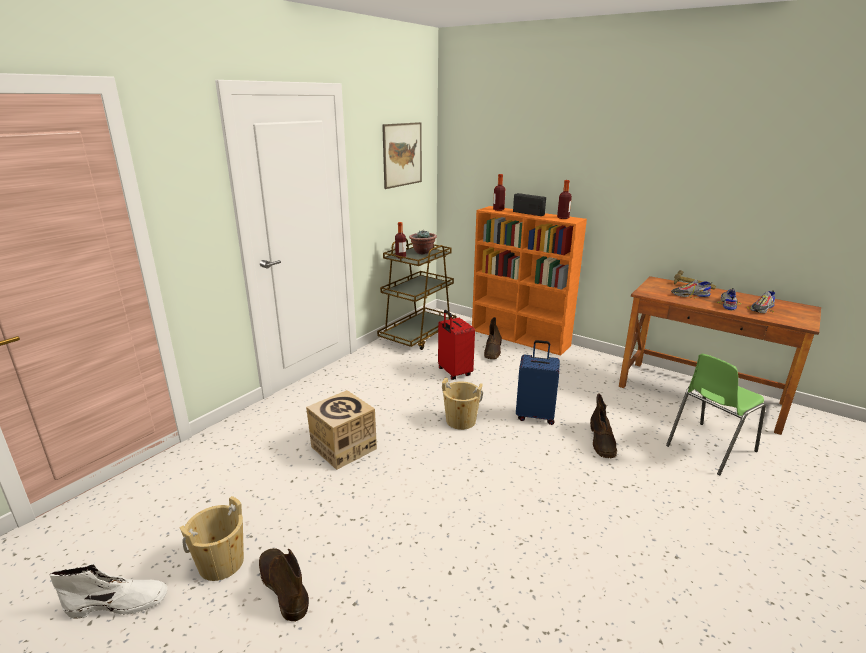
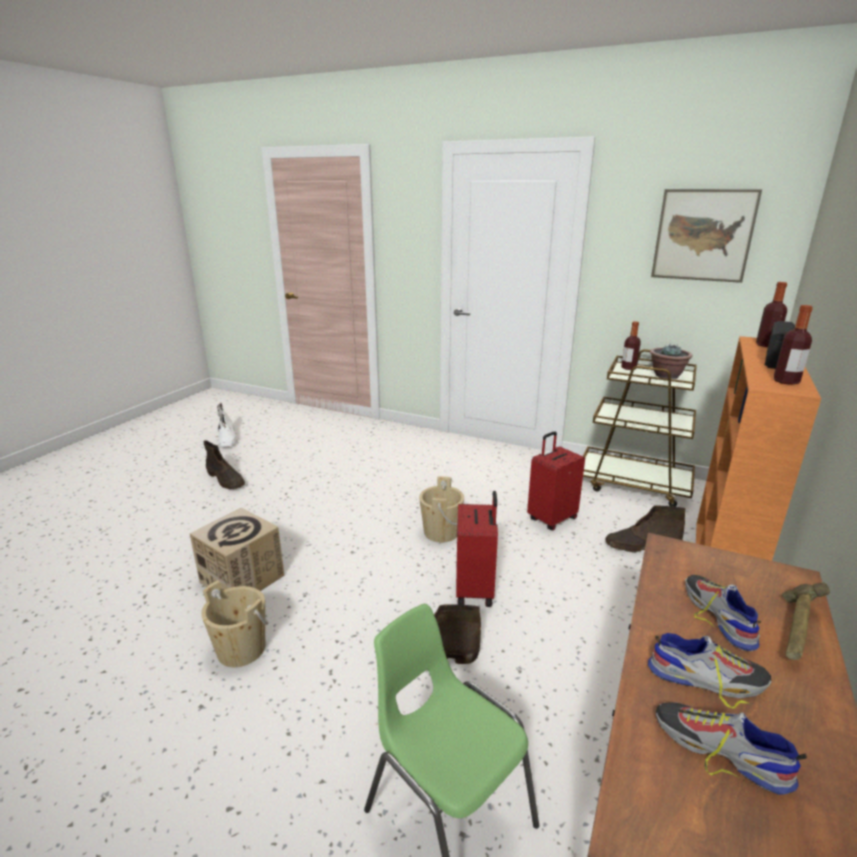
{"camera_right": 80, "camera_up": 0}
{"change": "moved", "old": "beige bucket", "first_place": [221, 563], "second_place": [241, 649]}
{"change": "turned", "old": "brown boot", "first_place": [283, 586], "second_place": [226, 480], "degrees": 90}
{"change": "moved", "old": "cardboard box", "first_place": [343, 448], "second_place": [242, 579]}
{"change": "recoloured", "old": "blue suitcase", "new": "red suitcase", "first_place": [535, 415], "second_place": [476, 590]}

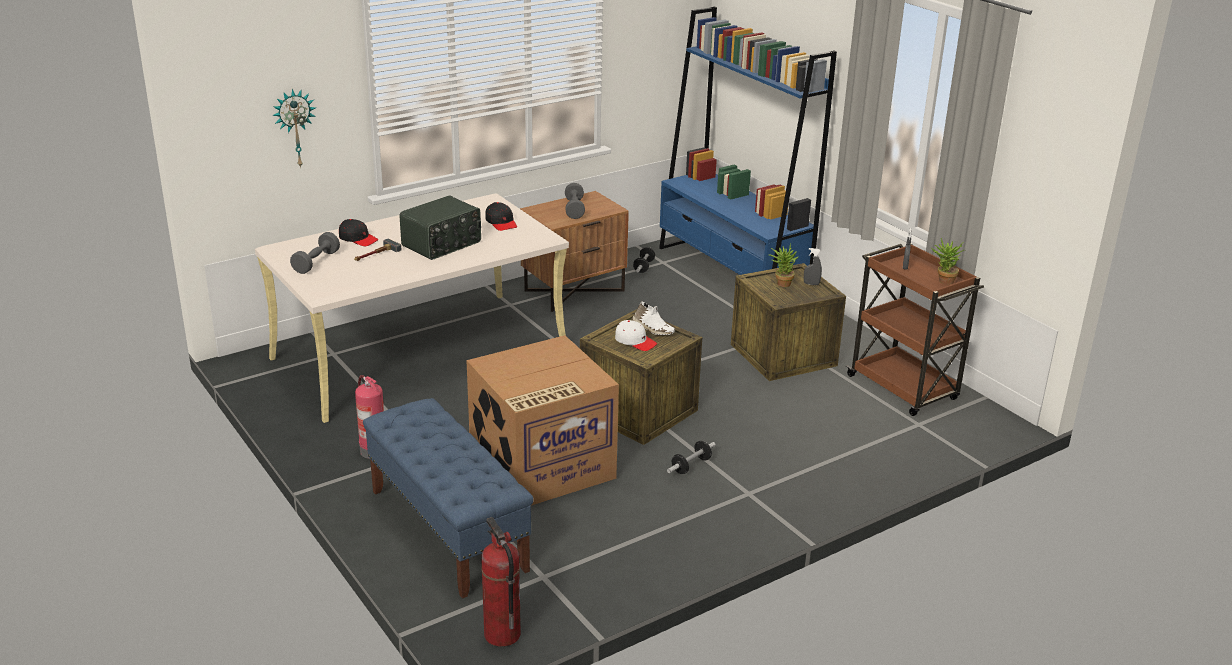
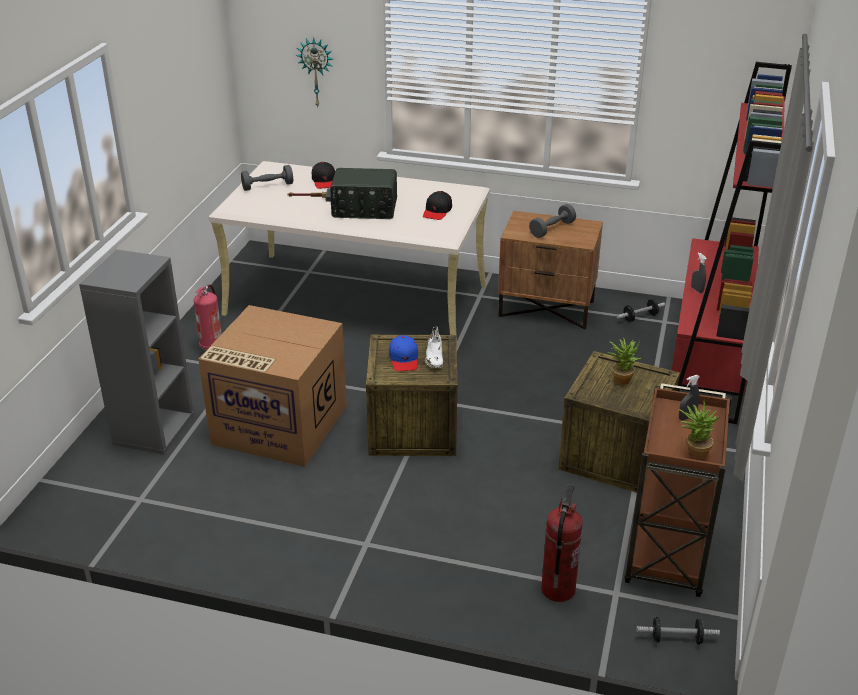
{"camera_right": 50, "camera_up": 5}
{"change": "replaced", "old": "blue bench", "new": "grey bookcase", "first_place": [447, 529], "second_place": [153, 429]}
{"change": "moved", "old": "fire extinguisher", "first_place": [502, 634], "second_place": [558, 590]}
{"change": "recoloured", "old": "white cap", "new": "blue cap", "first_place": [635, 341], "second_place": [404, 359]}
{"change": "recoloured", "old": "blue bookcase", "new": "red bookcase", "first_place": [732, 273], "second_place": [708, 362]}
{"change": "moved", "old": "dumbbell", "first_place": [691, 466], "second_place": [676, 639]}
{"change": "moved", "old": "grey spray bottle", "first_place": [811, 284], "second_place": [697, 290]}

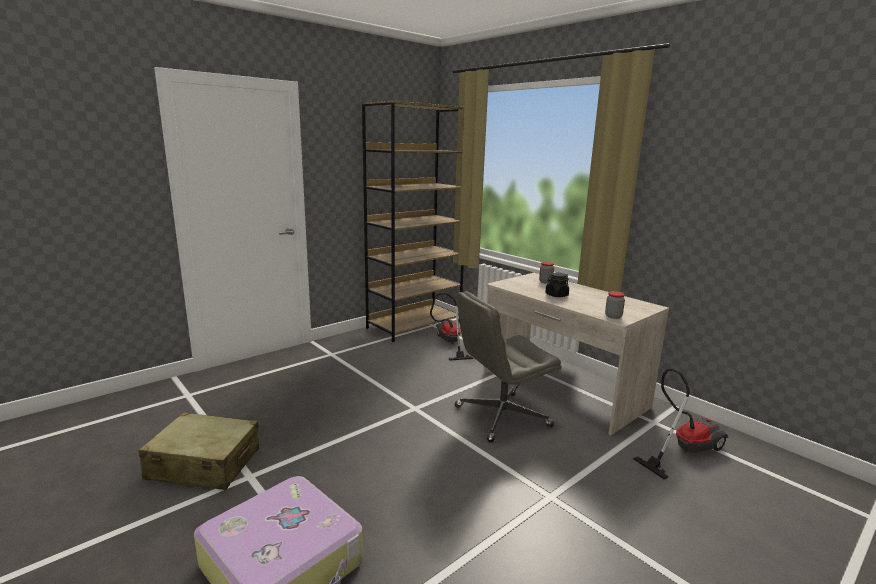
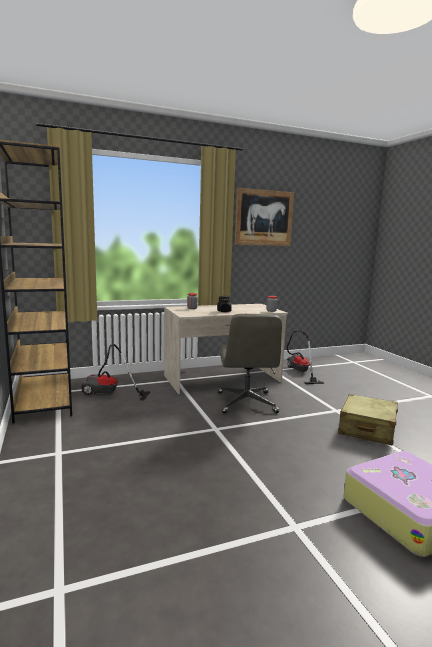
{"camera_right": -70, "camera_up": -5}
{"change": "moved", "old": "beige suitcase", "first_place": [204, 464], "second_place": [367, 429]}
{"change": "added", "new": "picture", "second_place": [264, 218]}

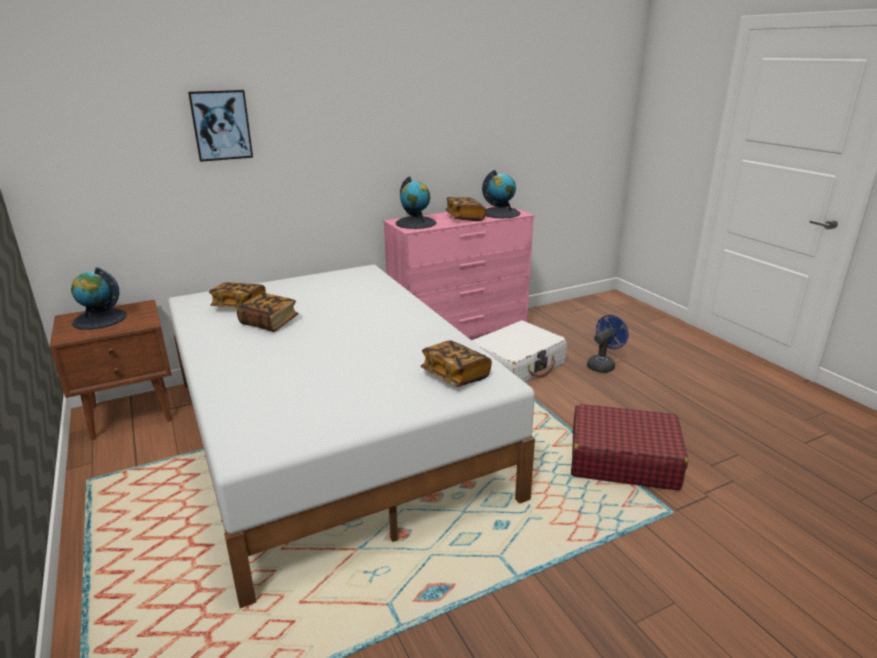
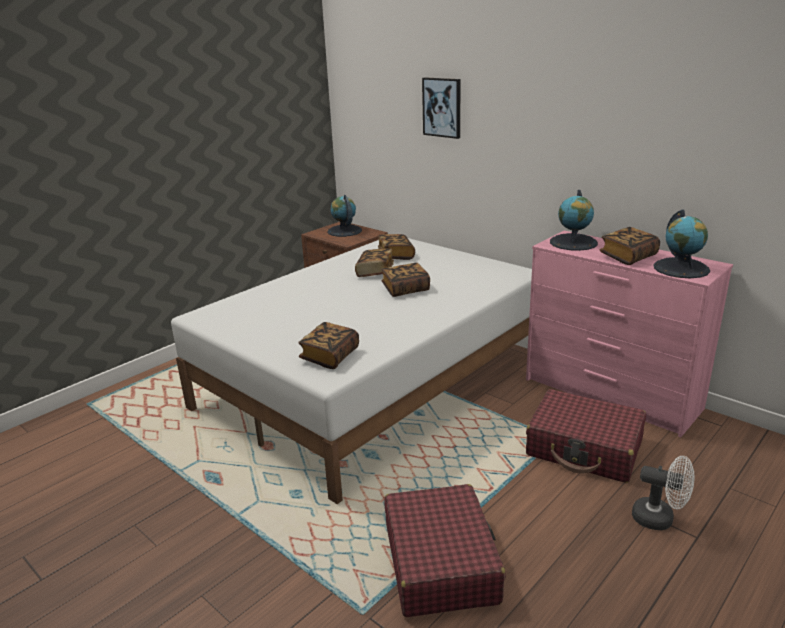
{"camera_right": 70, "camera_up": 0}
{"change": "recoloured", "old": "white suitcase", "new": "red suitcase", "first_place": [517, 365], "second_place": [584, 448]}
{"change": "recoloured", "old": "blue fan", "new": "white fan", "first_place": [603, 365], "second_place": [659, 519]}
{"change": "added", "new": "book", "second_place": [405, 289]}

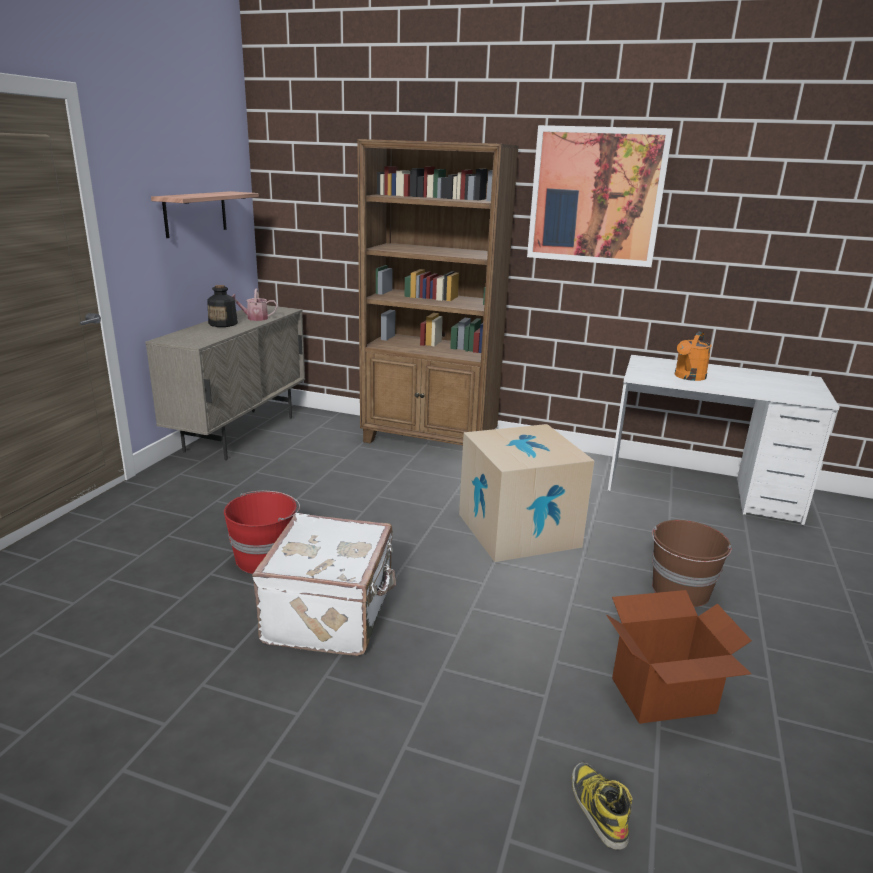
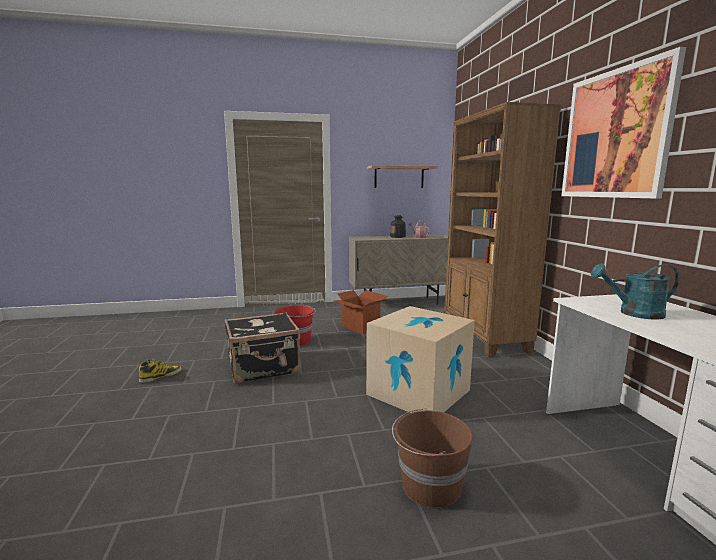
{"camera_right": 60, "camera_up": -10}
{"change": "recoloured", "old": "white suitcase", "new": "black suitcase", "first_place": [332, 615], "second_place": [264, 368]}
{"change": "moved", "old": "boot", "first_place": [597, 808], "second_place": [161, 376]}
{"change": "moved", "old": "cardboard box", "first_place": [664, 697], "second_place": [360, 327]}
{"change": "recoloured", "old": "orange watering can", "new": "turquoise watering can", "first_place": [688, 377], "second_place": [634, 313]}

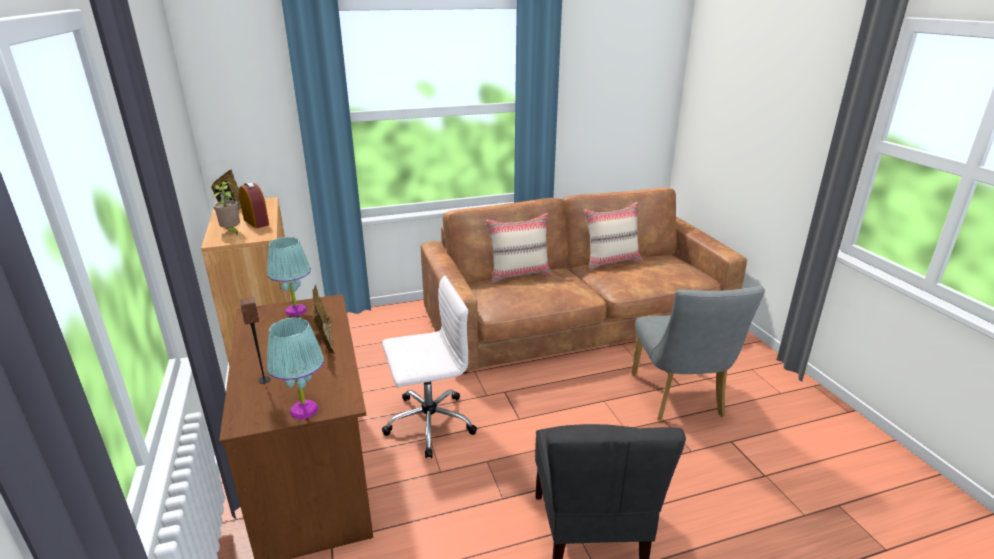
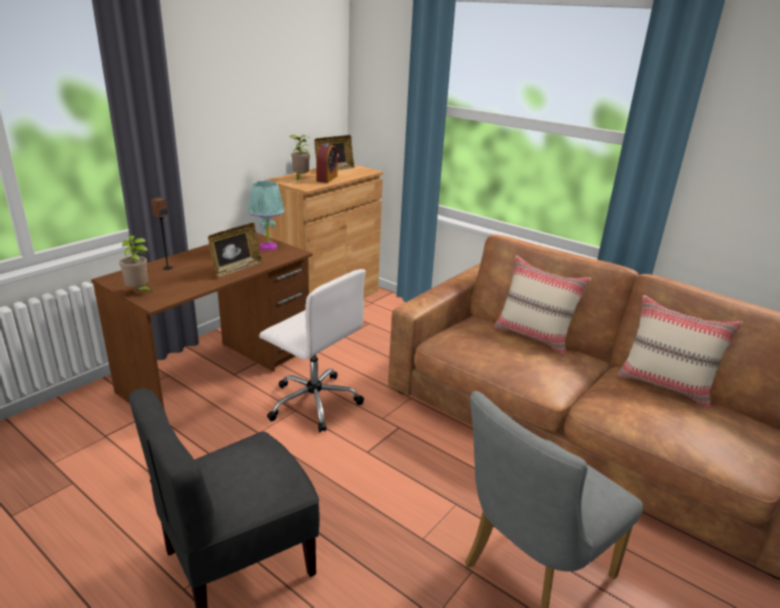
{"camera_right": 55, "camera_up": 0}
{"change": "replaced", "old": "turquoise table lamp", "new": "potted plant", "first_place": [304, 410], "second_place": [139, 291]}

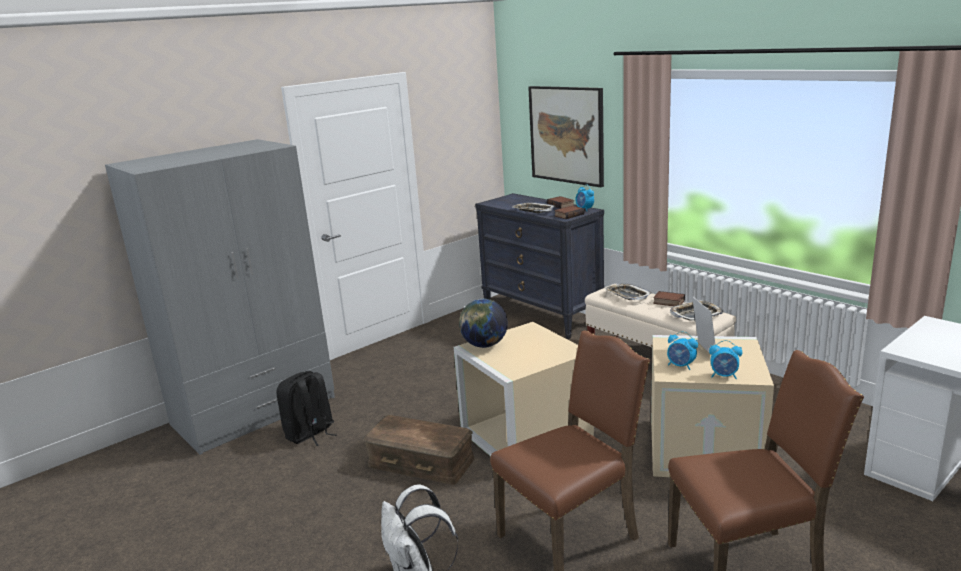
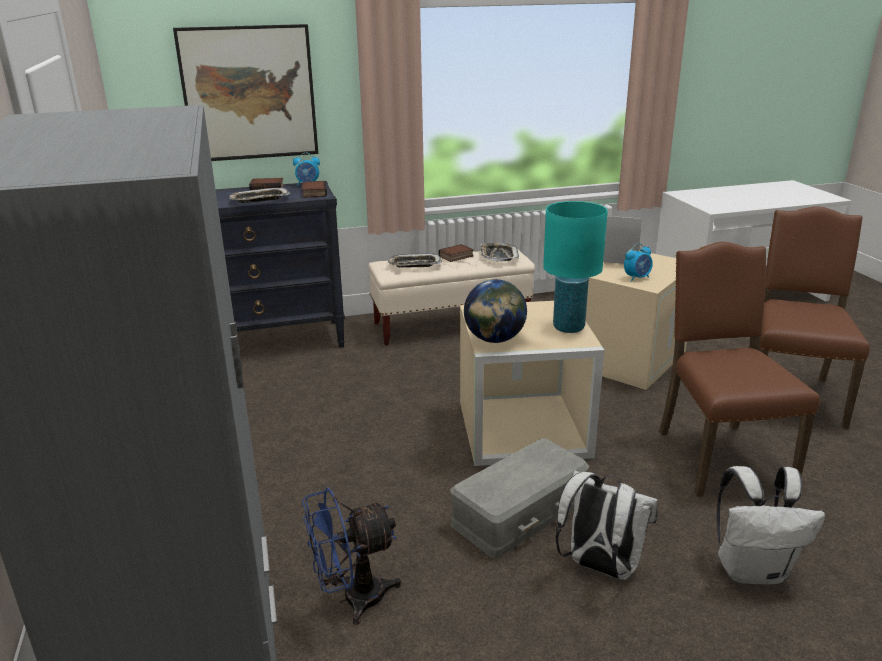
{"camera_right": -65, "camera_up": 5}
{"change": "replaced", "old": "black backpack", "new": "blue fan", "first_place": [310, 434], "second_place": [352, 599]}
{"change": "recoloured", "old": "brown storage box", "new": "grey storage box", "first_place": [420, 462], "second_place": [520, 512]}
{"change": "removed", "old": "alarm clock", "first_place": [724, 376]}
{"change": "added", "new": "turquoise table lamp", "second_place": [568, 327]}
{"change": "added", "new": "white backpack", "second_place": [599, 567]}

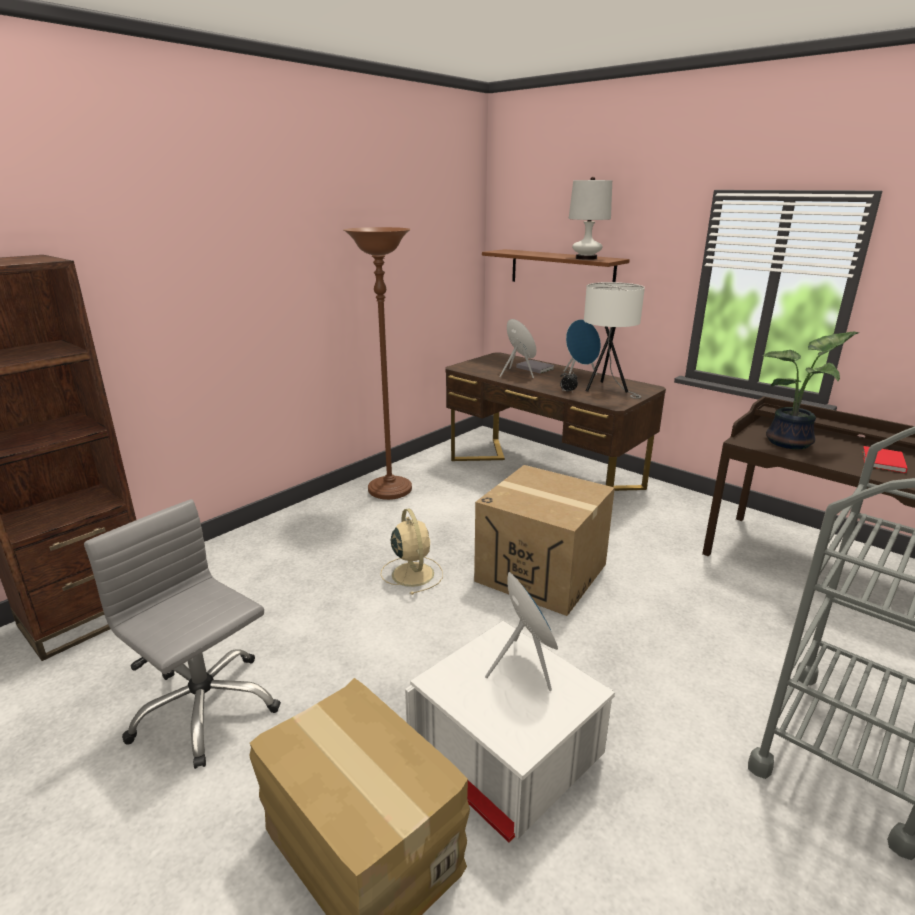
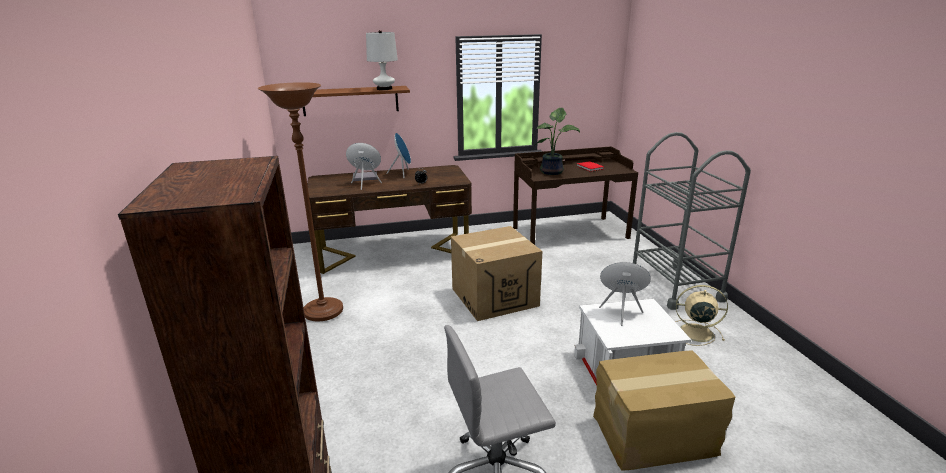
{"camera_right": -55, "camera_up": 0}
{"change": "moved", "old": "beige fan", "first_place": [412, 573], "second_place": [694, 332]}
{"change": "removed", "old": "white table lamp", "first_place": [607, 390]}

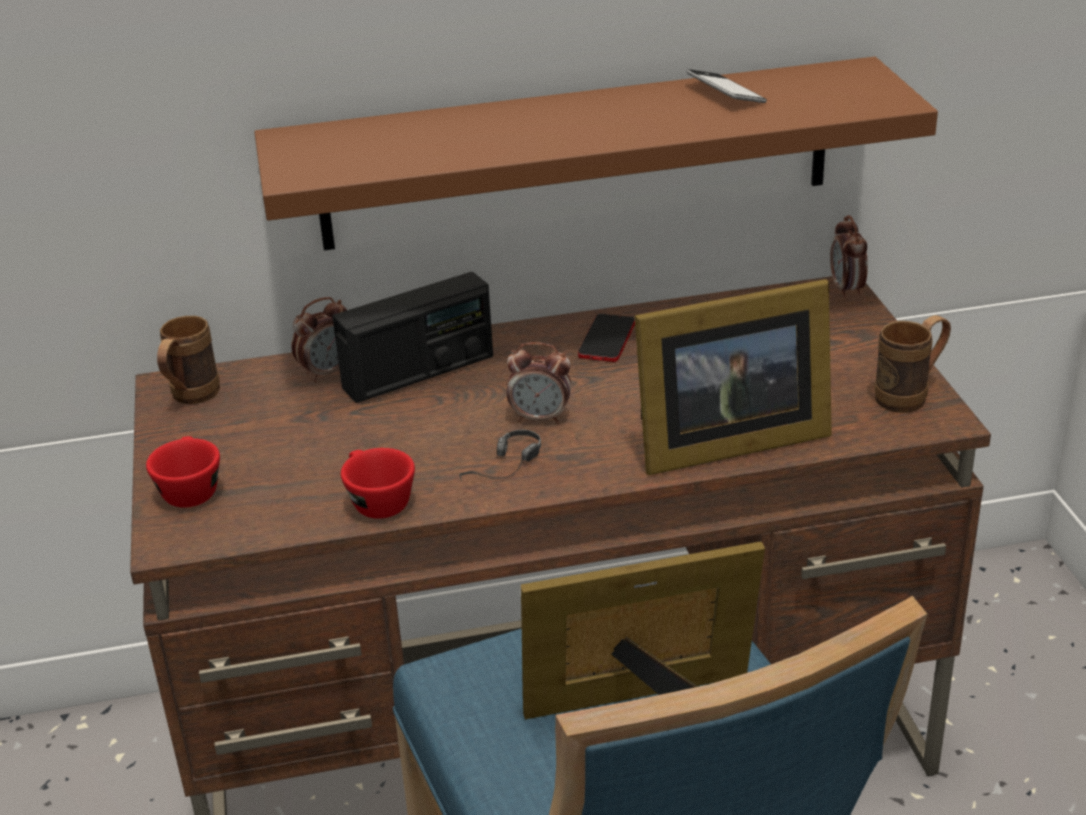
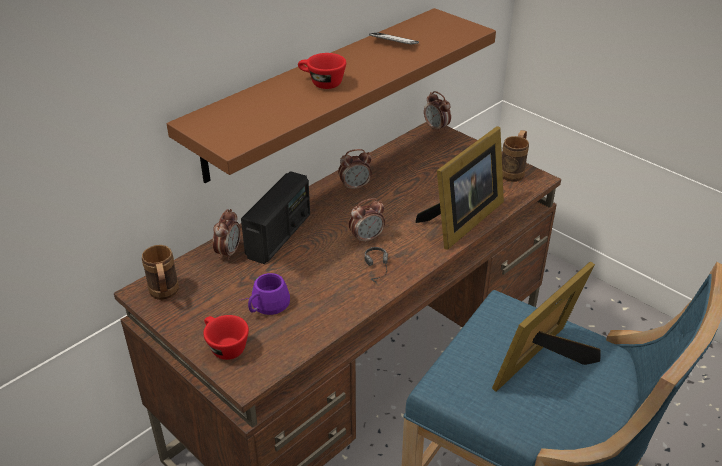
{"camera_right": -35, "camera_up": 5}
{"change": "moved", "old": "red cup", "first_place": [376, 501], "second_place": [321, 83]}
{"change": "replaced", "old": "phone", "new": "alarm clock", "first_place": [607, 339], "second_place": [355, 187]}
{"change": "added", "new": "purple mug", "second_place": [264, 304]}

